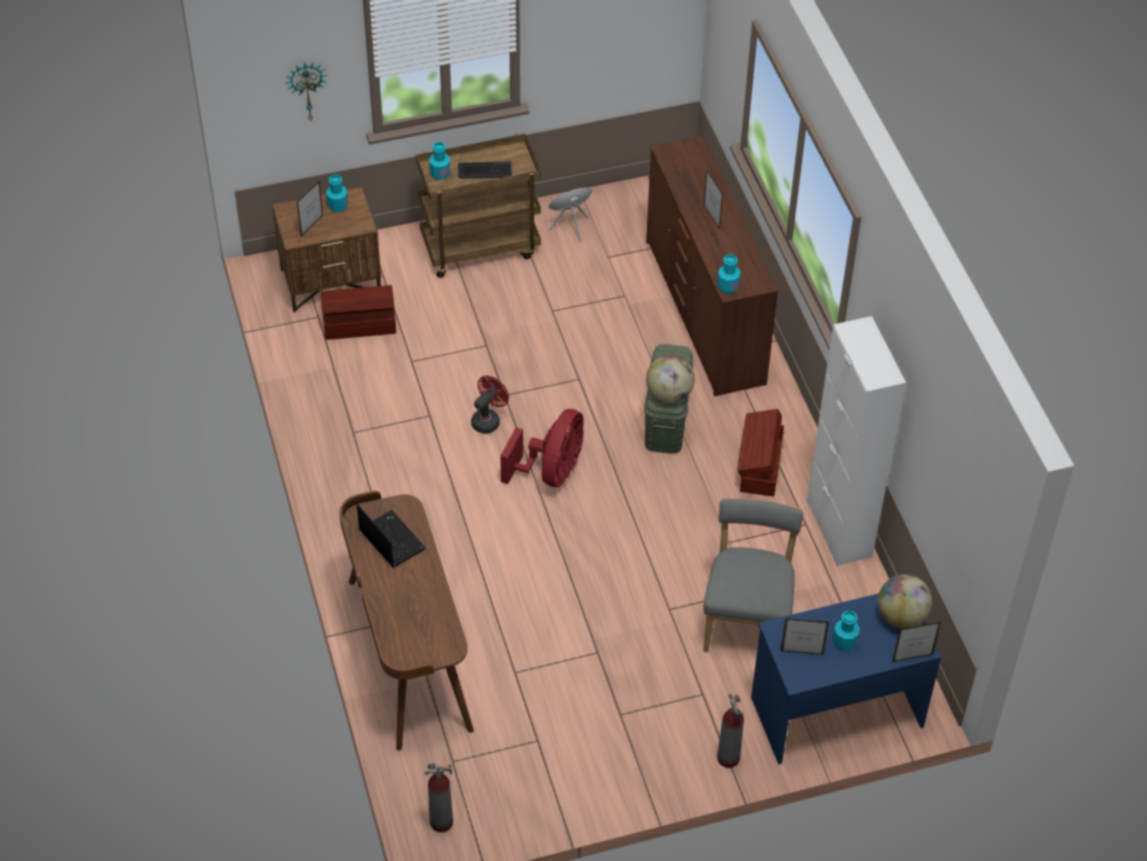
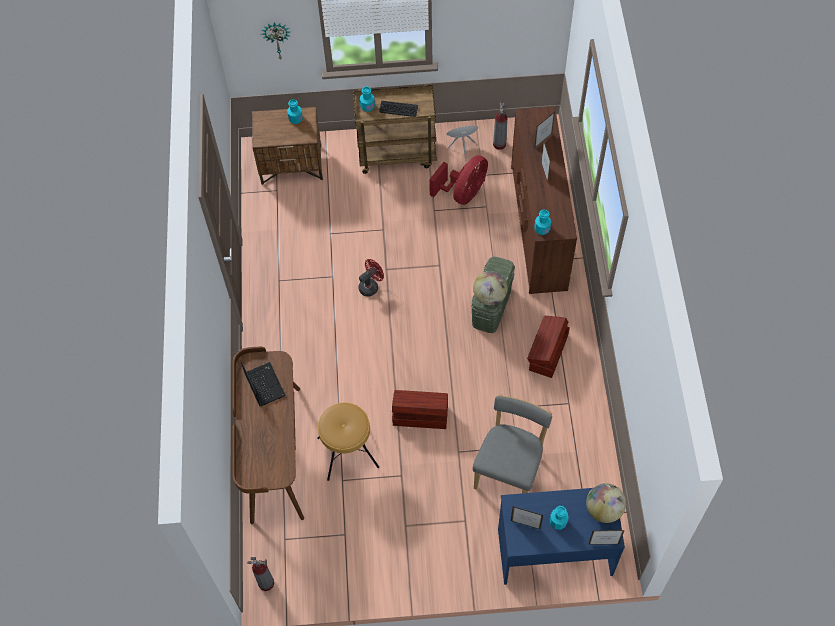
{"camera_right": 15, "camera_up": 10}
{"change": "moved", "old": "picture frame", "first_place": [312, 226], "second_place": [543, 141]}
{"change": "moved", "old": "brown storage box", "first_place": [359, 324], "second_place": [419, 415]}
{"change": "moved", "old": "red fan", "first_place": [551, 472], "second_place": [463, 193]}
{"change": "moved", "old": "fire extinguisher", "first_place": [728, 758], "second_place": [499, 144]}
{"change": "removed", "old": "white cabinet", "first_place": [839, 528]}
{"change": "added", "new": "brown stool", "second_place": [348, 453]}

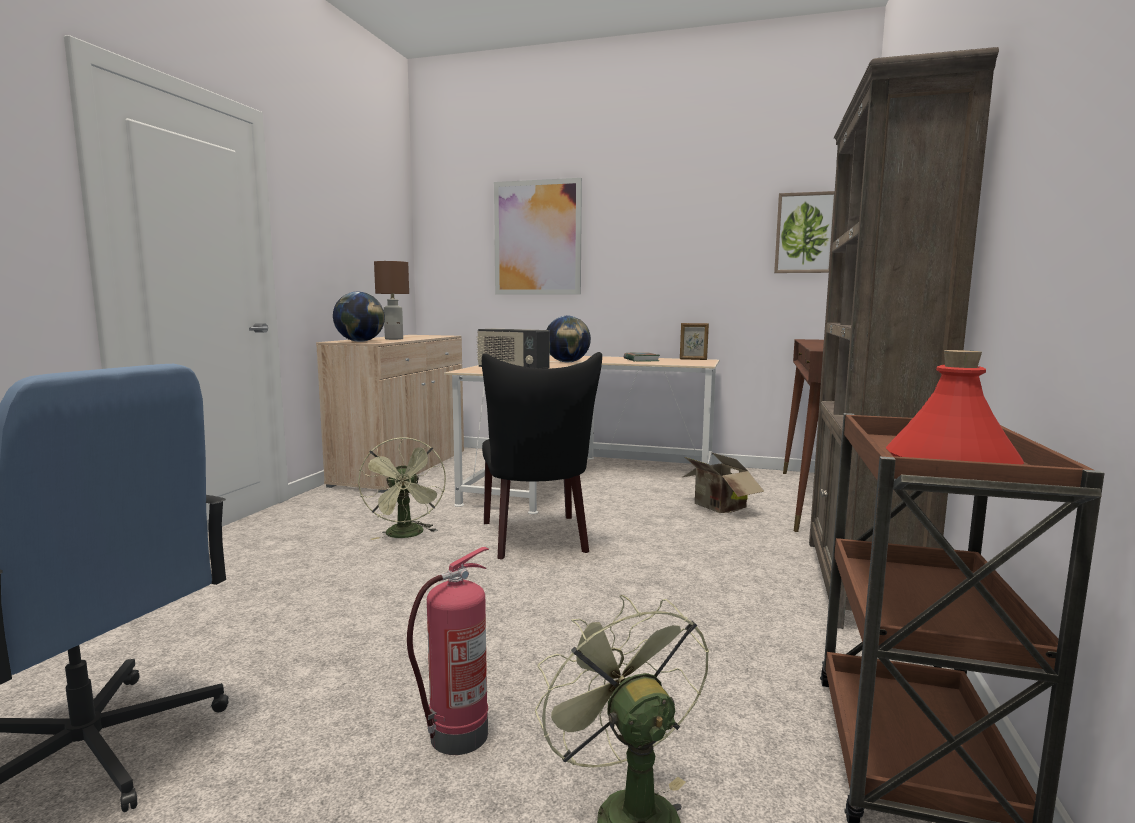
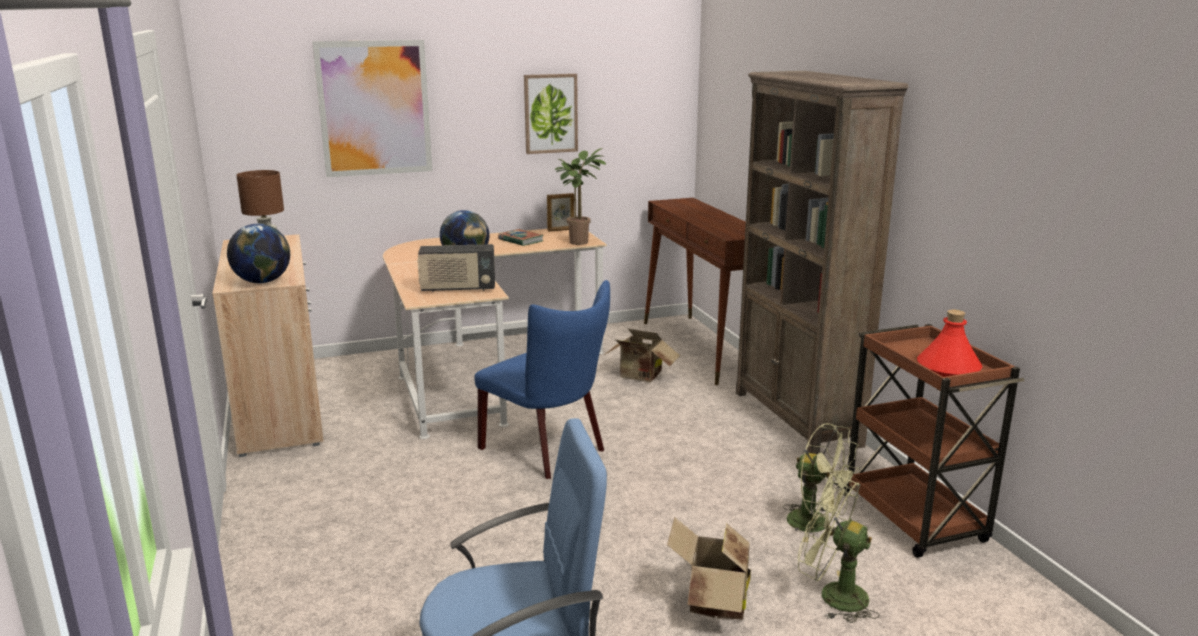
{"camera_right": -35, "camera_up": 10}
{"change": "moved", "old": "green fan", "first_place": [406, 535], "second_place": [817, 524]}
{"change": "replaced", "old": "fire extinguisher", "new": "cardboard box", "first_place": [457, 737], "second_place": [712, 602]}
{"change": "recoloured", "old": "black chair", "new": "blue chair", "first_place": [537, 539], "second_place": [548, 451]}
{"change": "moved", "old": "picture", "first_place": [805, 233], "second_place": [550, 113]}
{"change": "added", "new": "potted plant", "second_place": [579, 241]}

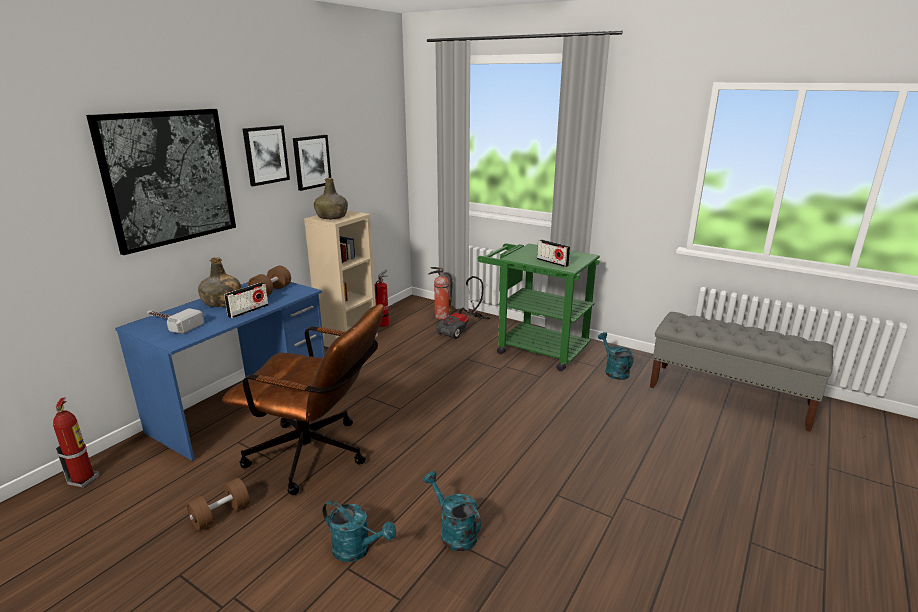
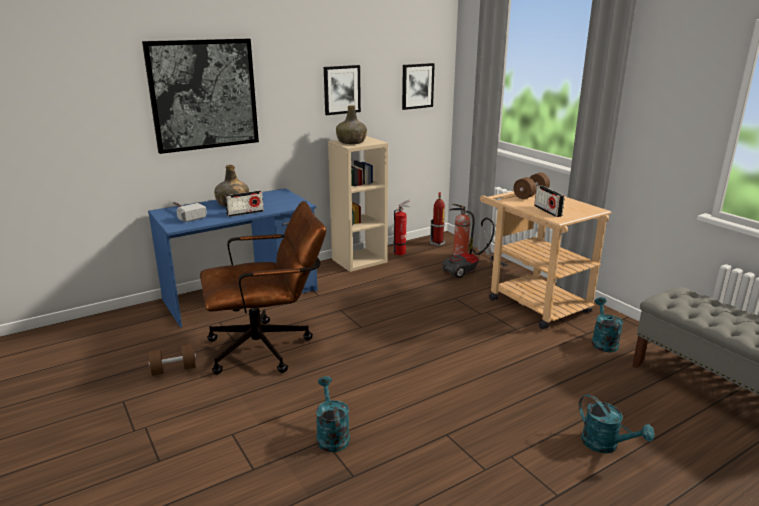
{"camera_right": 25, "camera_up": 0}
{"change": "moved", "old": "fire extinguisher", "first_place": [84, 479], "second_place": [437, 243]}
{"change": "turned", "old": "brown office chair", "first_place": [317, 456], "second_place": [268, 347], "degrees": -60}
{"change": "moved", "old": "picture", "first_place": [266, 155], "second_place": [417, 86]}
{"change": "moved", "old": "brown dumbbell", "first_place": [271, 292], "second_place": [530, 195]}
{"change": "moved", "old": "turquoise watering can", "first_place": [357, 550], "second_place": [606, 445]}
{"change": "recoloured", "old": "green cart", "new": "beige cart", "first_place": [534, 348], "second_place": [532, 302]}

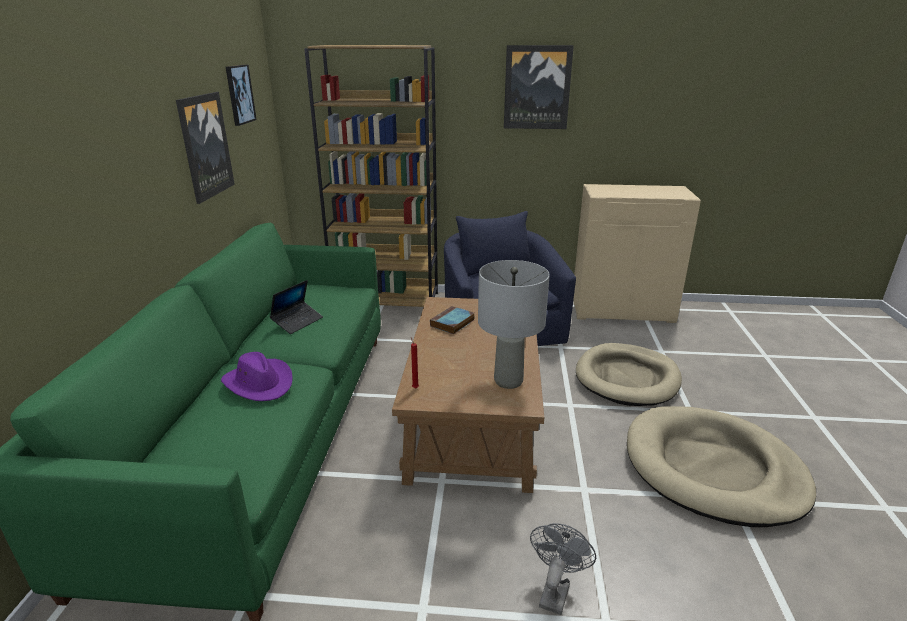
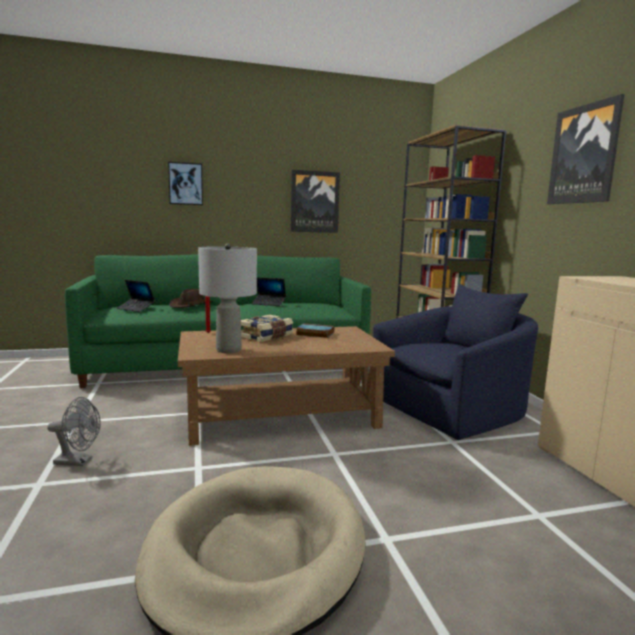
{"camera_right": 70, "camera_up": -15}
{"change": "recoloured", "old": "purple hat", "new": "brown hat", "first_place": [259, 383], "second_place": [191, 305]}
{"change": "moved", "old": "picture", "first_place": [239, 94], "second_place": [185, 184]}
{"change": "removed", "old": "beige dog bed", "first_place": [627, 378]}
{"change": "added", "new": "laptop", "second_place": [136, 309]}
{"change": "added", "new": "book", "second_place": [266, 336]}

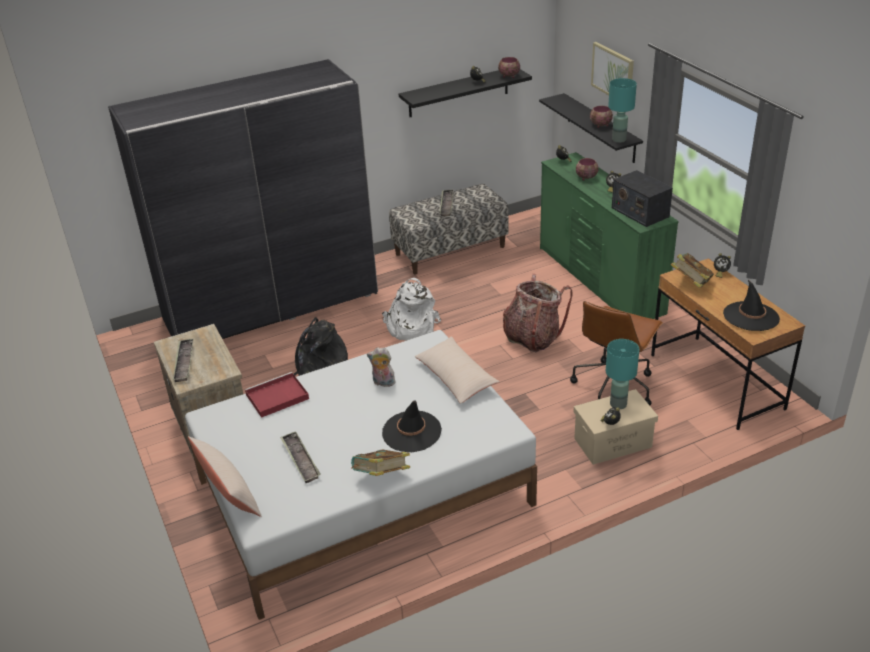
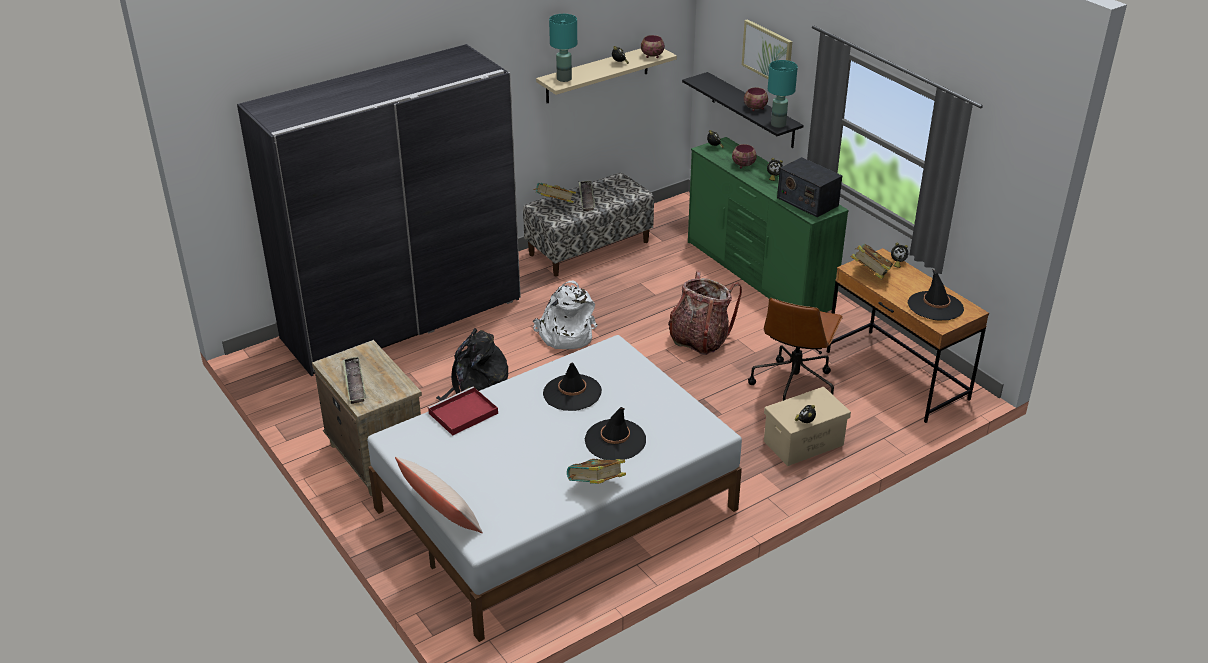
{"camera_right": -10, "camera_up": 0}
{"change": "removed", "old": "tray", "first_place": [300, 460]}
{"change": "replaced", "old": "plush toy", "new": "black hat", "first_place": [383, 383], "second_place": [572, 393]}
{"change": "recoloured", "old": "black shelf", "new": "beige shelf", "first_place": [458, 92], "second_place": [597, 74]}
{"change": "removed", "old": "beige pillow", "first_place": [456, 377]}
{"change": "moved", "old": "turquoise table lamp", "first_place": [618, 404], "second_place": [563, 79]}
{"change": "added", "new": "book", "second_place": [554, 205]}

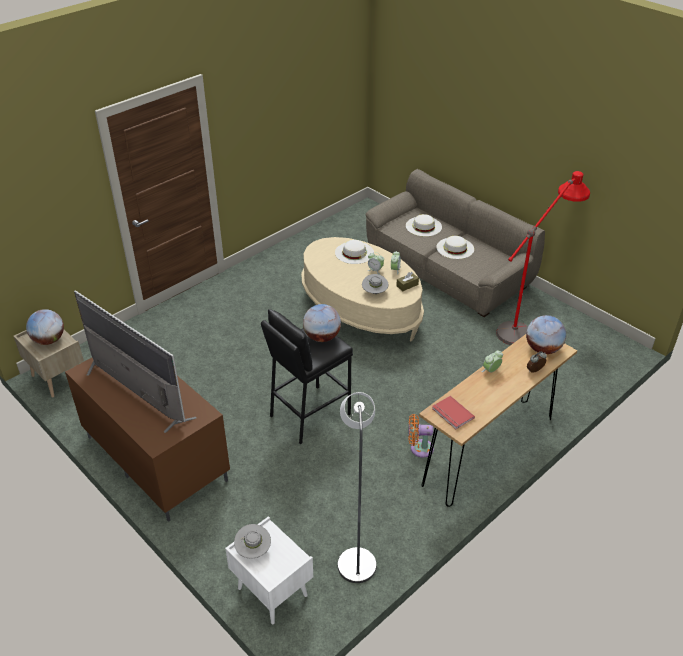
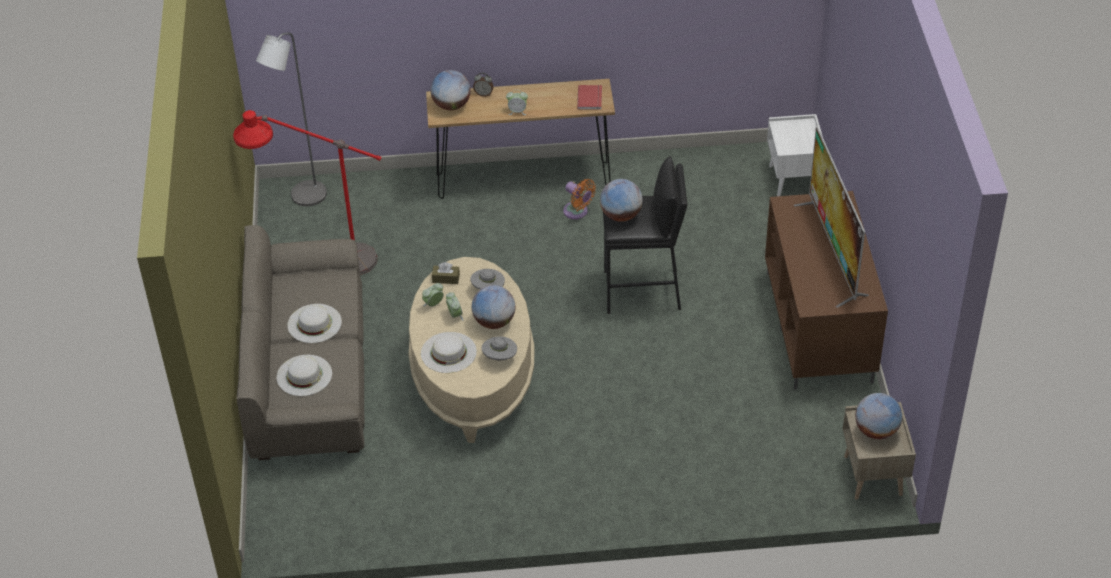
{"camera_right": -140, "camera_up": 5}
{"change": "moved", "old": "grey hat", "first_place": [253, 549], "second_place": [500, 357]}
{"change": "moved", "old": "grey floor lamp", "first_place": [356, 558], "second_place": [304, 198]}
{"change": "added", "new": "globe", "second_place": [494, 322]}

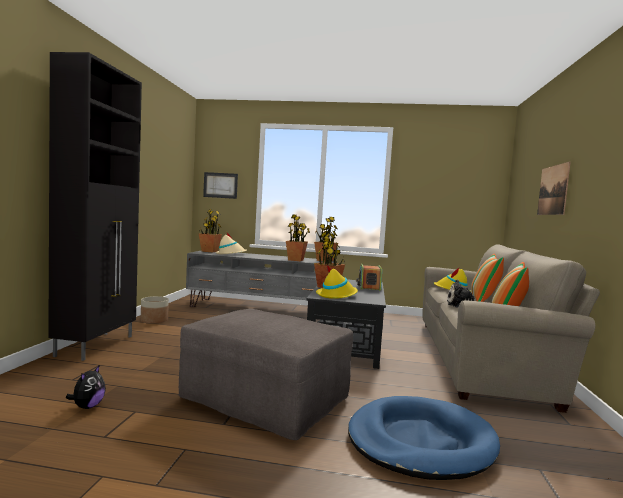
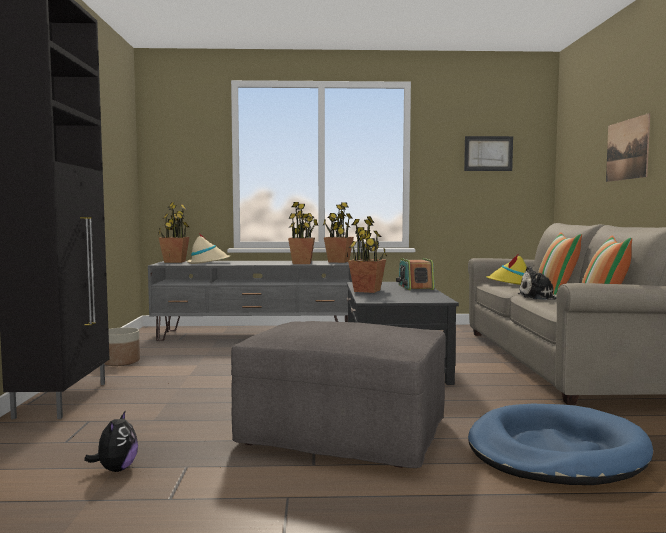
{"camera_right": -10, "camera_up": 0}
{"change": "moved", "old": "picture", "first_place": [220, 185], "second_place": [488, 153]}
{"change": "removed", "old": "yellow hat", "first_place": [337, 295]}

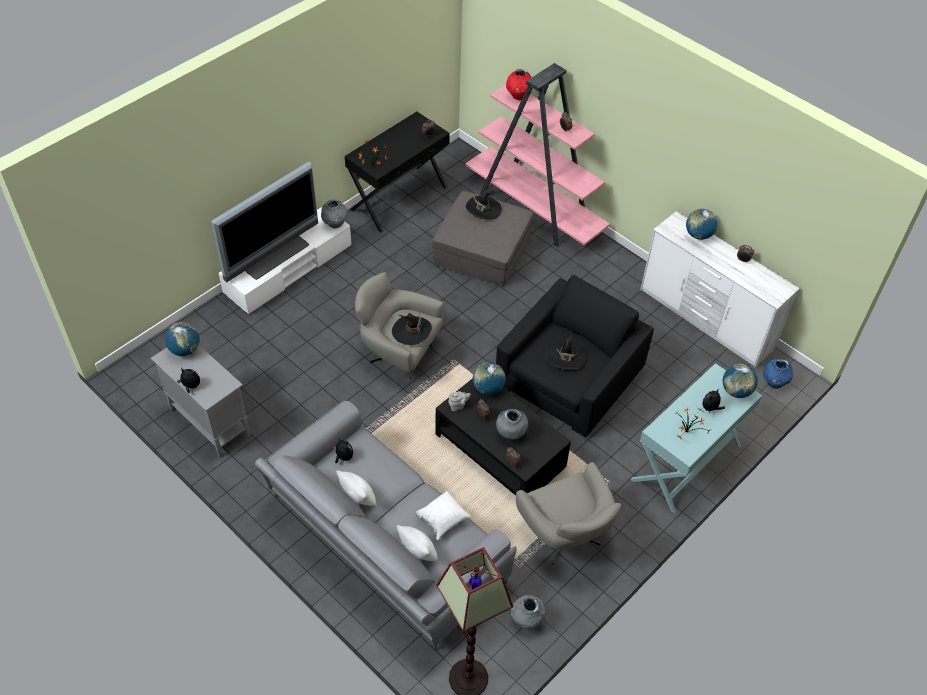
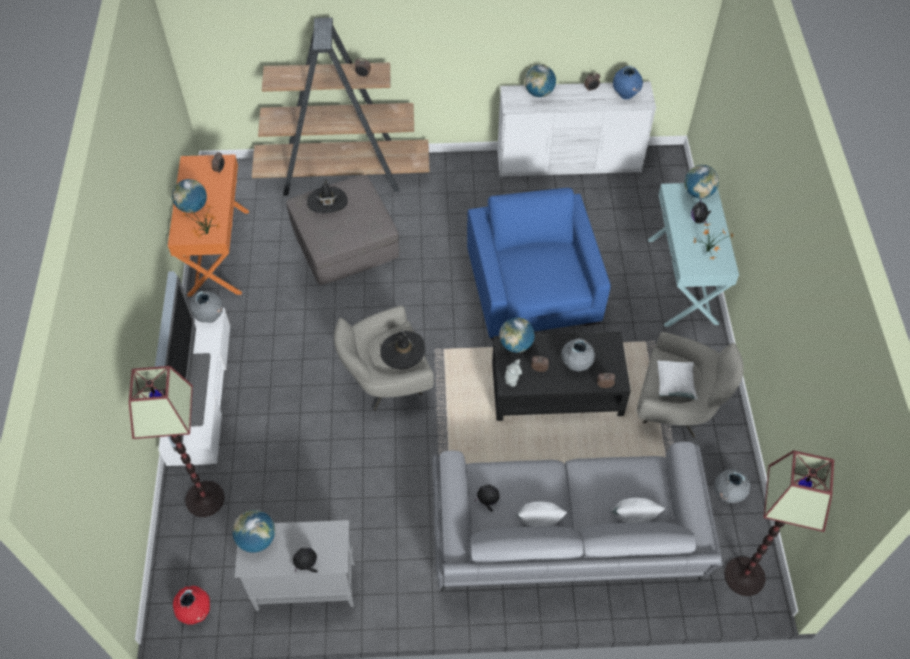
{"camera_right": -45, "camera_up": 5}
{"change": "recoloured", "old": "black console table", "new": "orange console table", "first_place": [399, 198], "second_place": [218, 252]}
{"change": "moved", "old": "white pillow", "first_place": [442, 520], "second_place": [674, 385]}
{"change": "recoloured", "old": "pink bookcase", "new": "brown bookcase", "first_place": [534, 209], "second_place": [343, 174]}
{"change": "recoloured", "old": "black armchair", "new": "blue armchair", "first_place": [569, 377], "second_place": [533, 287]}
{"change": "moved", "old": "red vase", "first_place": [518, 96], "second_place": [196, 612]}
{"change": "removed", "old": "black hat", "first_place": [565, 357]}
{"change": "moved", "old": "blue vase", "first_place": [774, 383], "second_place": [625, 95]}
{"change": "added", "new": "floor lamp", "second_place": [204, 498]}
{"change": "added", "new": "globe", "second_place": [193, 207]}

